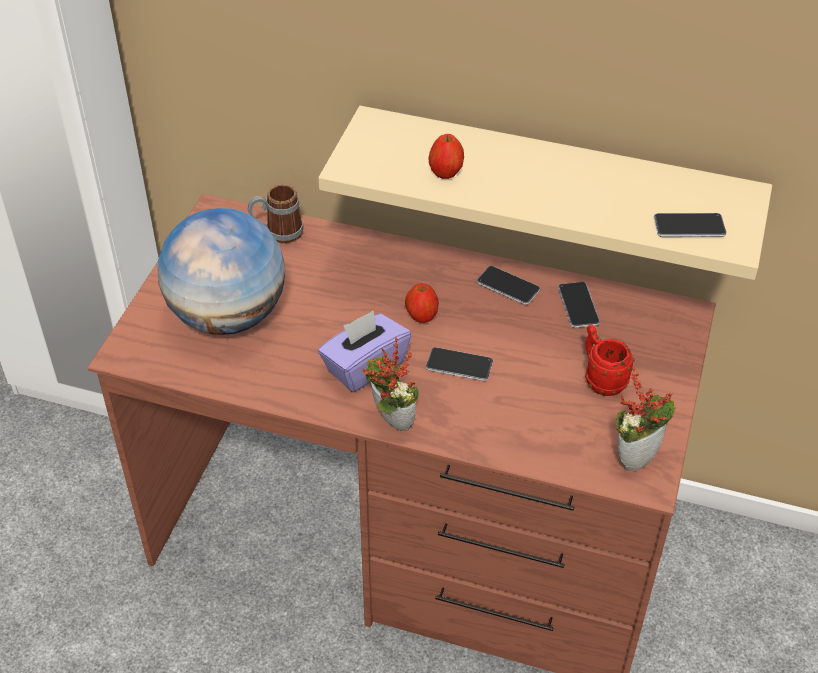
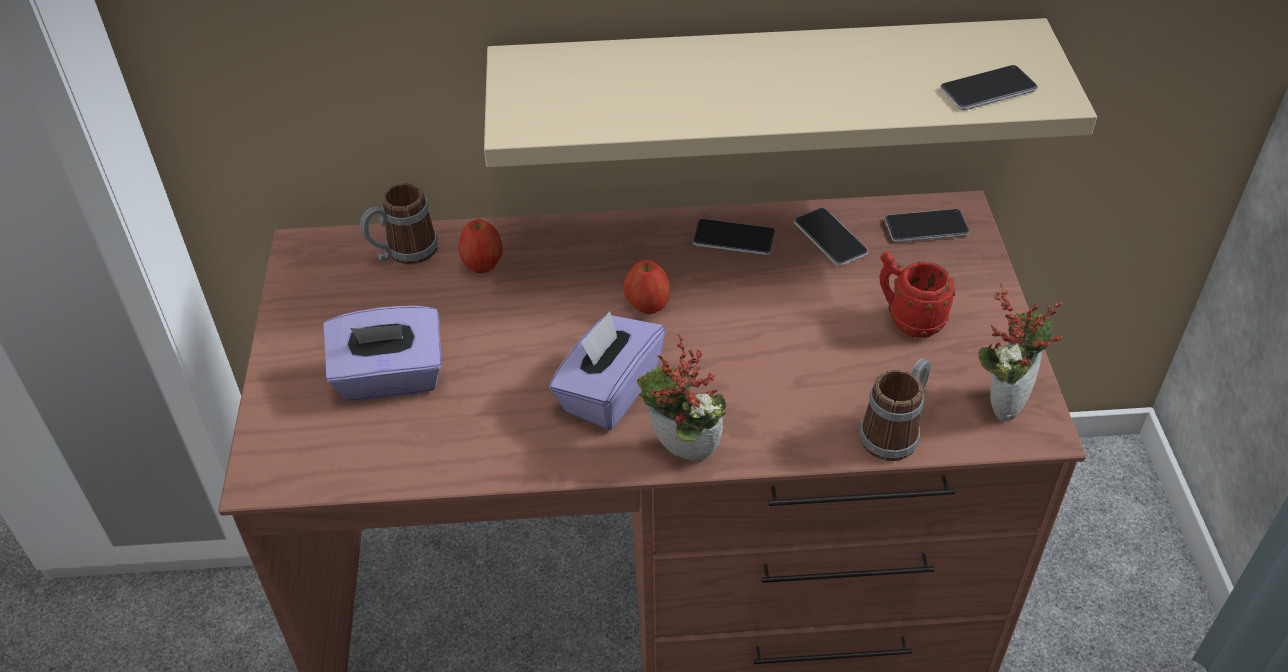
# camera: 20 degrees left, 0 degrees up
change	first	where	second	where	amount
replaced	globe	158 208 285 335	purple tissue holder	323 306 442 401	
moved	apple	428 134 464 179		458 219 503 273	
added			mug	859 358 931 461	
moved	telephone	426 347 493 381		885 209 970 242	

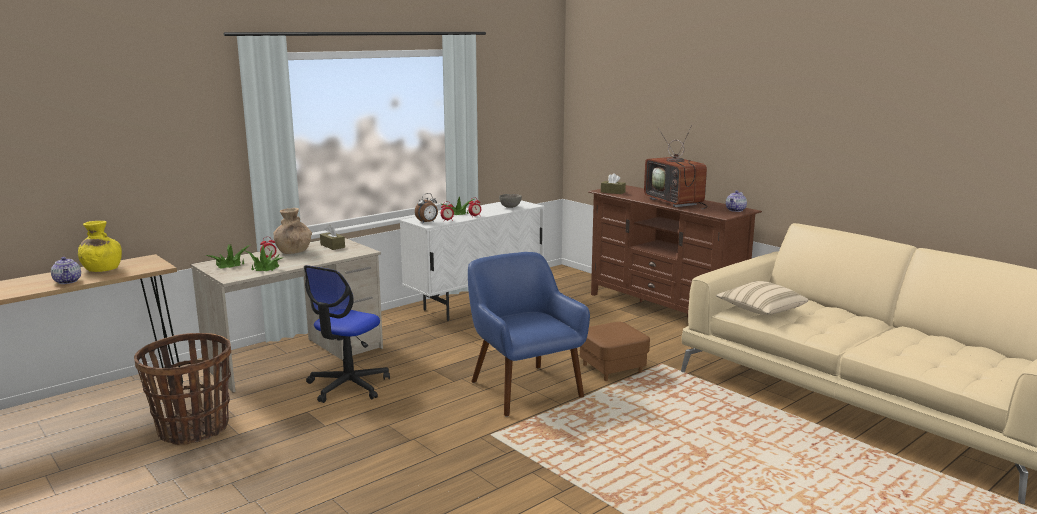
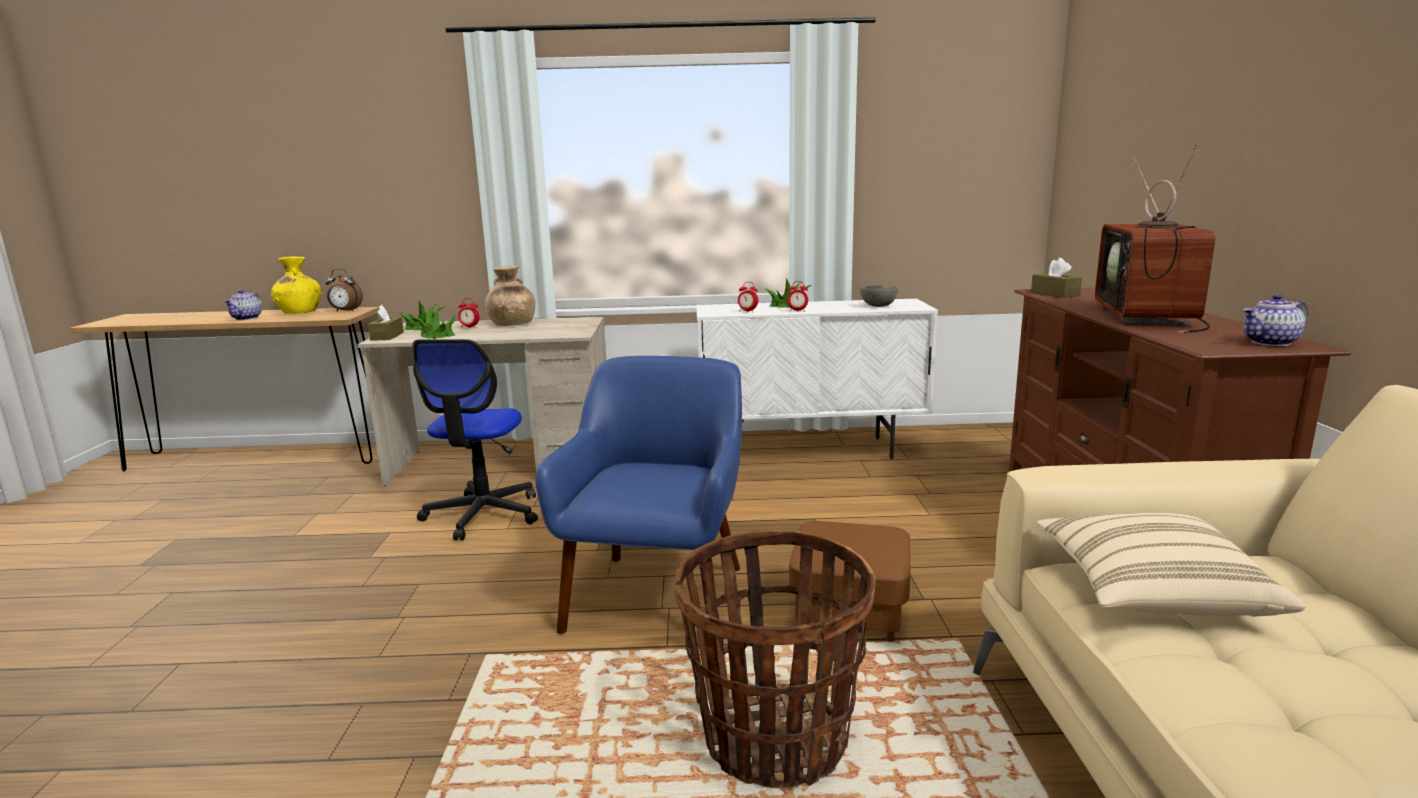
# camera: 40 degrees right, 0 degrees up
change	first	where	second	where	amount
moved	bedside clock	415 193 438 223		326 268 363 312	
moved	brown-coloured tissue holder	320 225 345 250		368 305 404 341	
turned	computer chair	304 265 390 403		412 339 538 540	60 degrees counterclockwise
moved	storage basket	134 333 231 445		675 530 876 788	

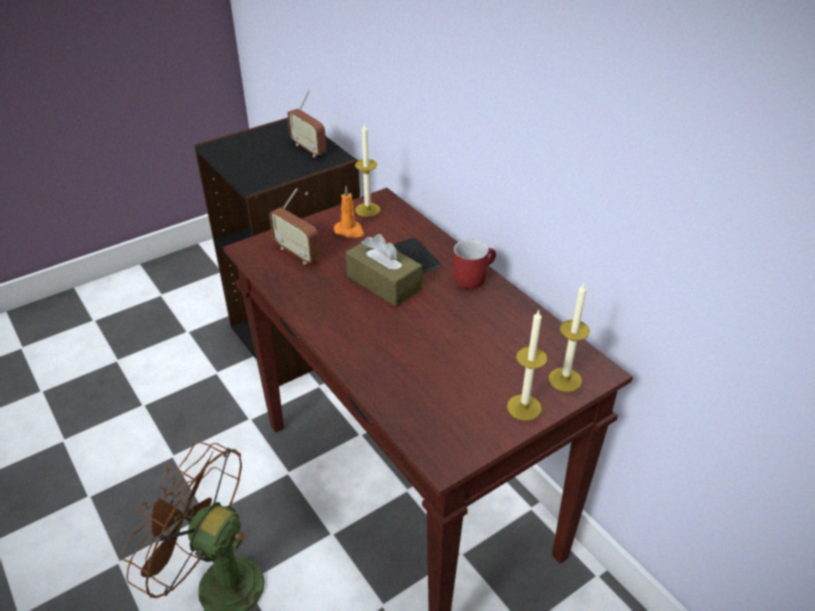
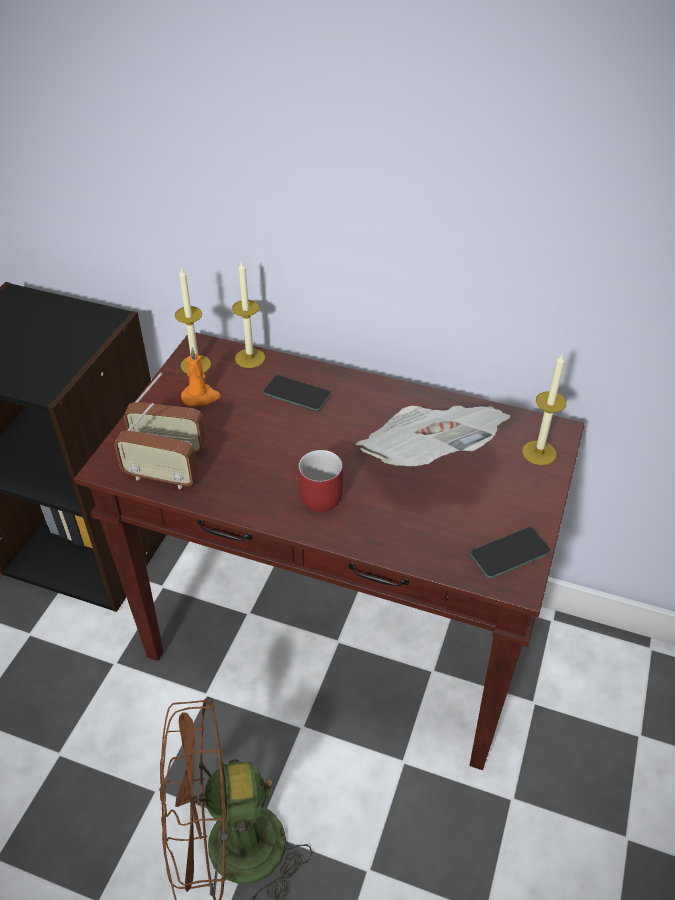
# camera: 35 degrees left, 5 degrees up
change	first	where	second	where	amount
moved	radio set	287 90 327 157		114 403 198 489	
moved	wax candle	507 310 547 421		232 260 265 368	
moved	red mug	453 239 496 289		298 450 343 512	
added			daily paper	355 405 510 466	
added			telephone	470 527 551 579	
removed	brown-coloured tissue holder	346 234 422 307			

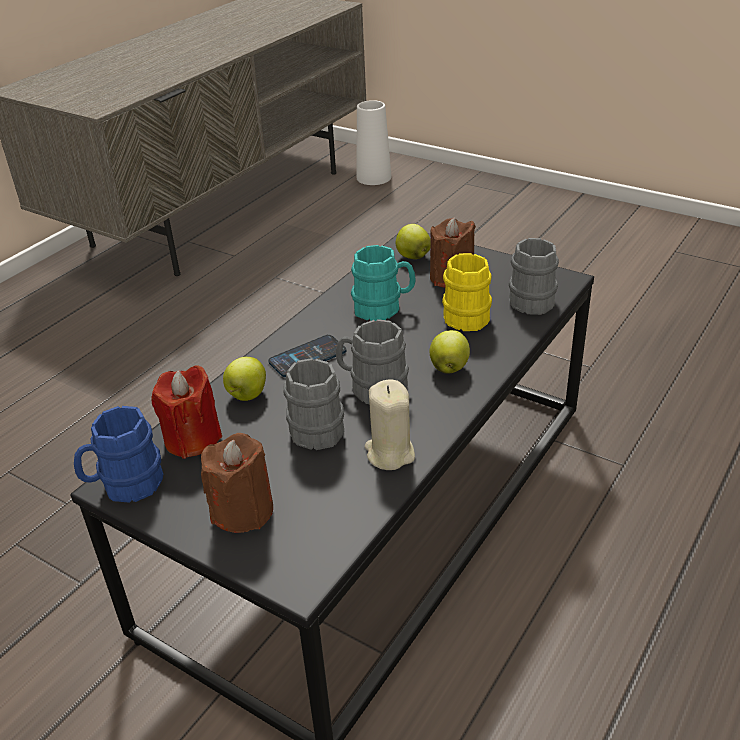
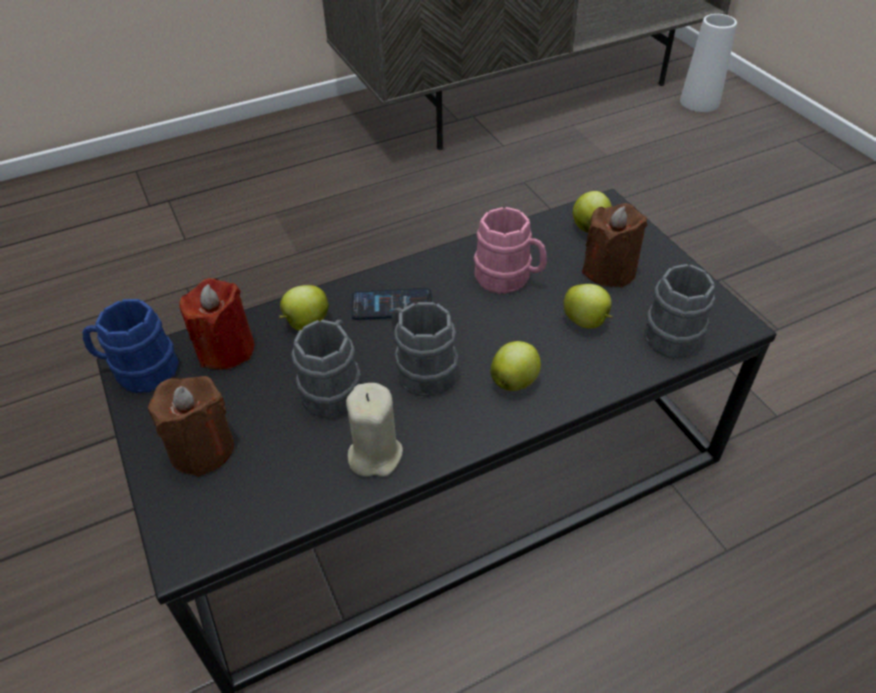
# camera: 30 degrees right, 10 degrees up
change	first	where	second	where	amount
recoloured	turquoise mug	351 245 416 321	pinkish mug	474 207 547 294	
replaced	yellow-coloured mug	442 253 492 331	apple	564 284 612 329	

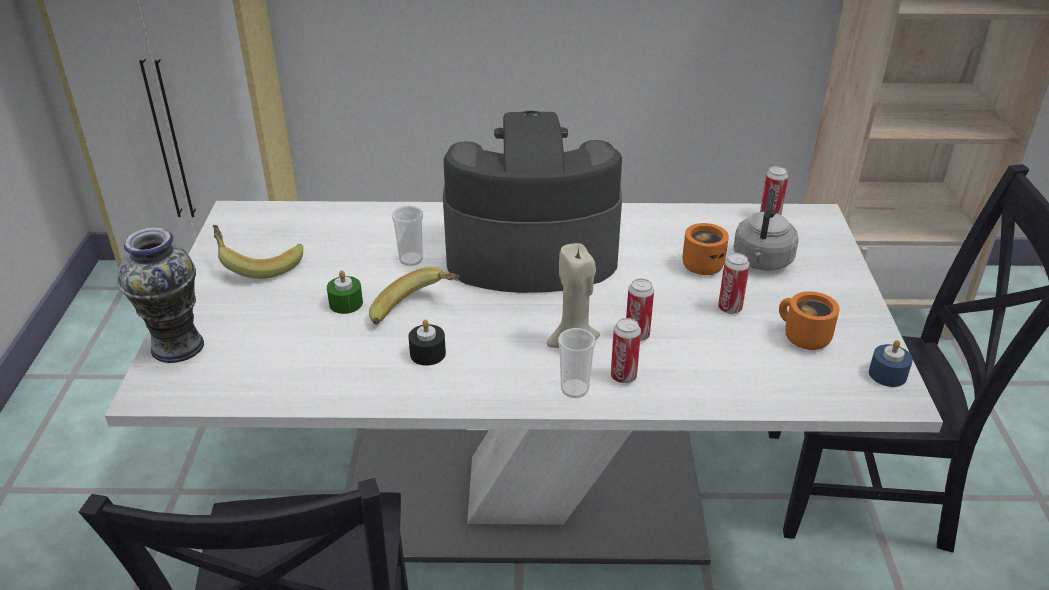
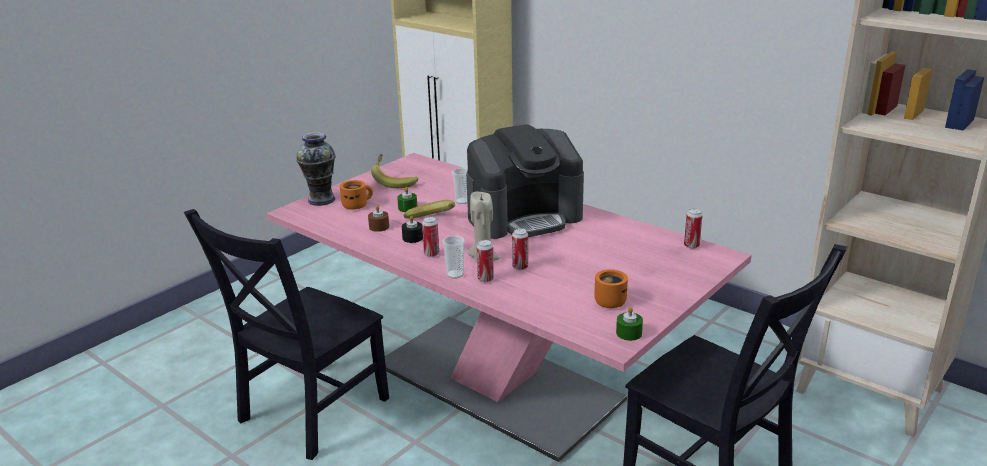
# camera: 40 degrees right, 10 degrees down
change	first	where	second	where	amount
recoloured	whitish dining table	105 201 943 565	pinkish dining table	266 153 752 462	
moved	orange mug	682 223 729 275		340 180 373 210	
added			brown-coloured wax candle	368 205 389 232	
moved	can	718 253 750 314		422 217 439 257	
turned	coffee brewer	443 111 622 293		466 124 584 239	120 degrees clockwise
recoloured	bluish wax candle	869 340 913 387	green-coloured wax candle	616 307 643 341	
removed	gray kettle	734 188 799 271			

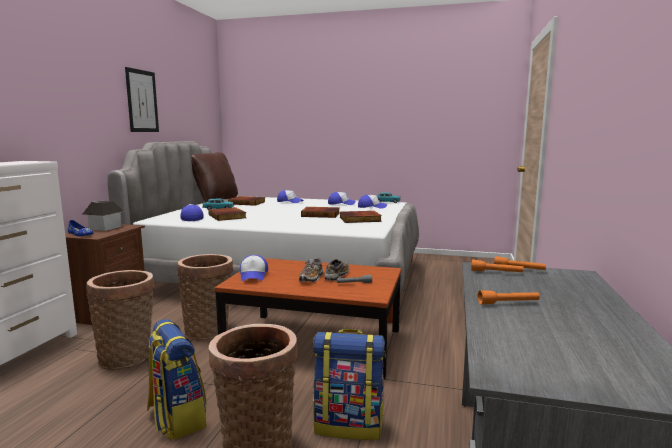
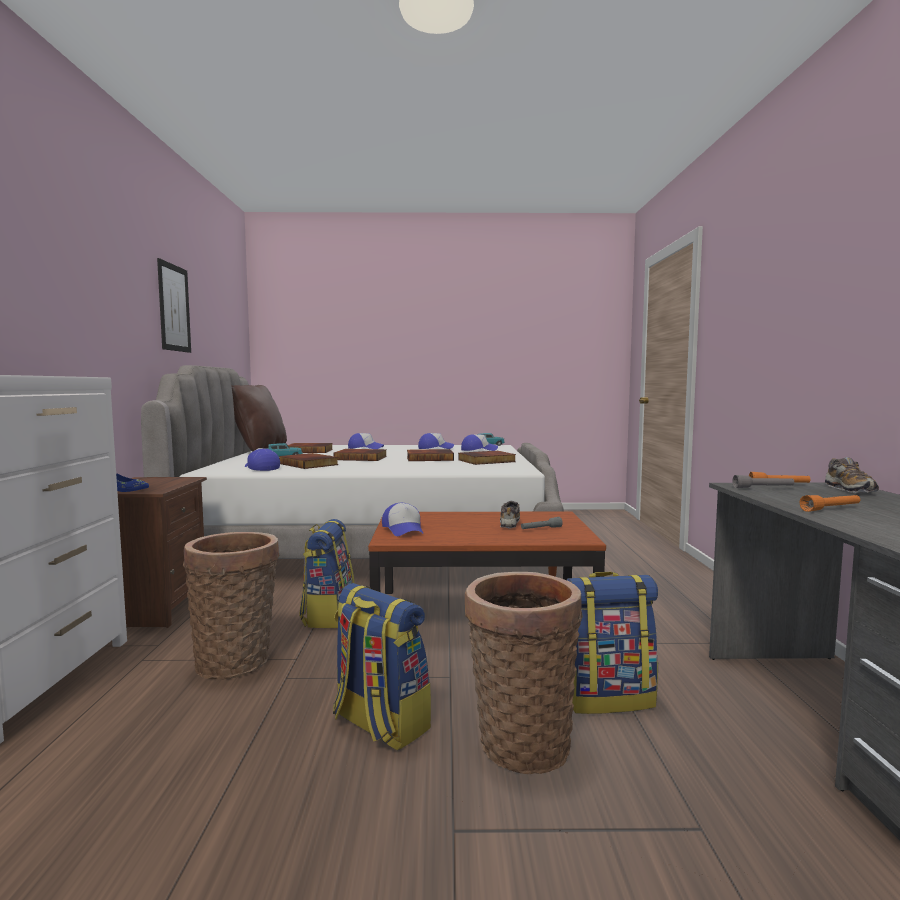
# camera: 15 degrees left, 5 degrees down
change	first	where	second	where	amount
replaced	storage basket	177 254 233 340	rucksack	299 519 354 628	
added			book	334 449 387 461	
recoloured	orange hand torch	471 260 523 272	gray hand torch	732 475 794 488	
moved	item of footwear	299 258 323 282		825 457 879 493	
removed	model house	83 201 125 231			

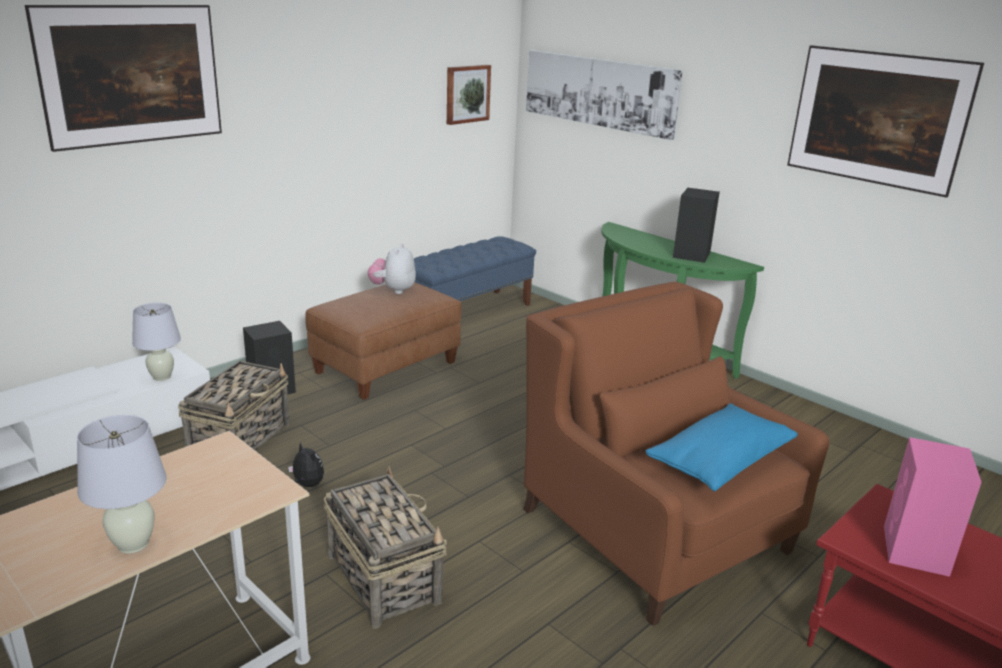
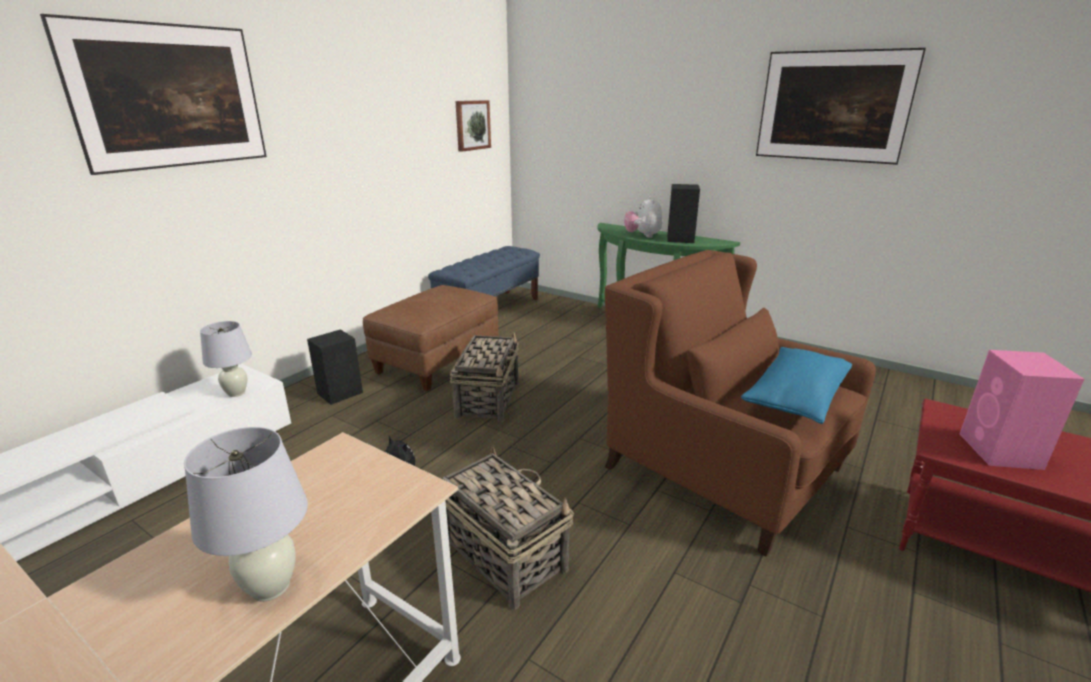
# camera: 10 degrees left, 0 degrees up
change	first	where	second	where	amount
moved	storage basket	178 360 290 450		450 332 519 422	
moved	soft toy	368 243 416 294		624 196 662 238	
removed	picture	526 50 683 140			

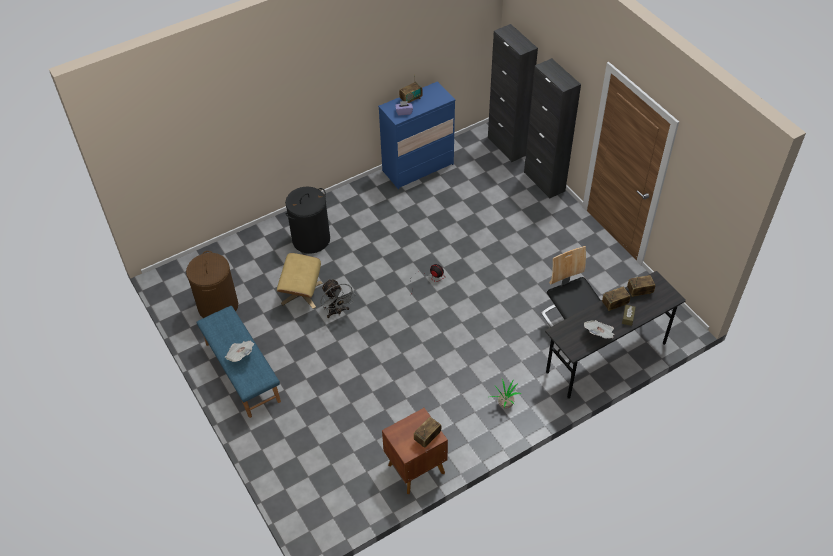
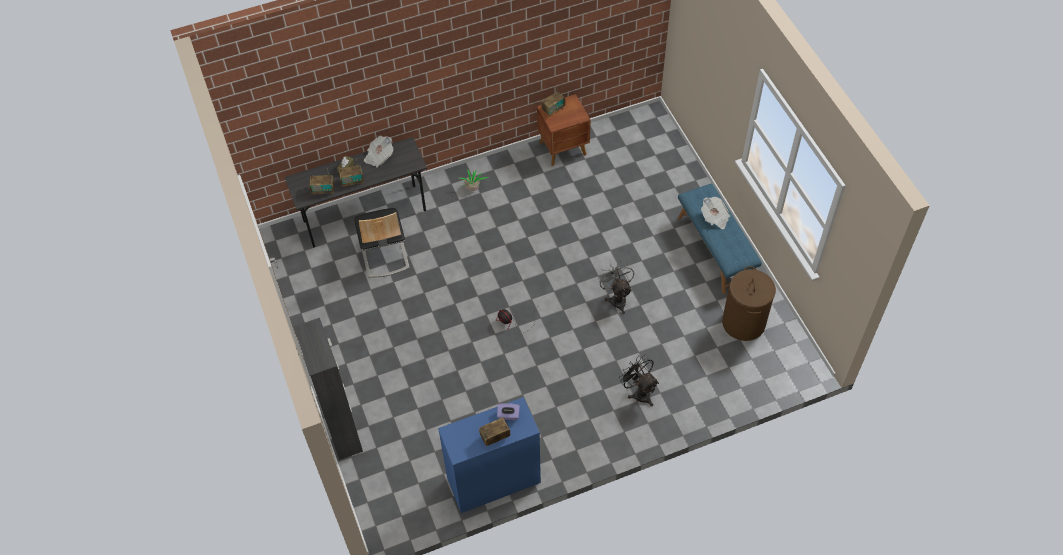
# camera: 170 degrees left, 5 degrees up
change	first	where	second	where	amount
replaced	black-coloured laundry basket	285 187 330 253	black-coloured electric fan	619 355 659 407	
removed	sand-coloured ottoman	277 253 322 309			
removed	black-coloured cupboard	488 24 538 162			

